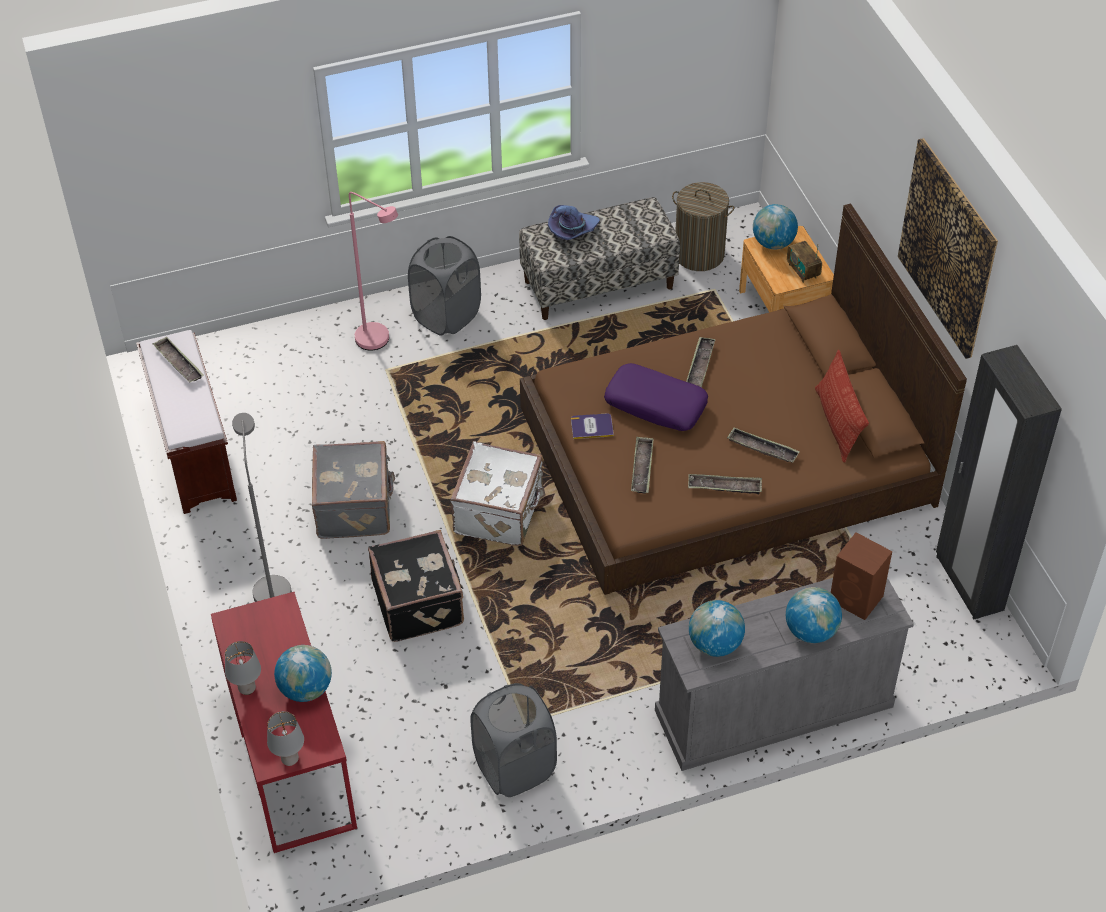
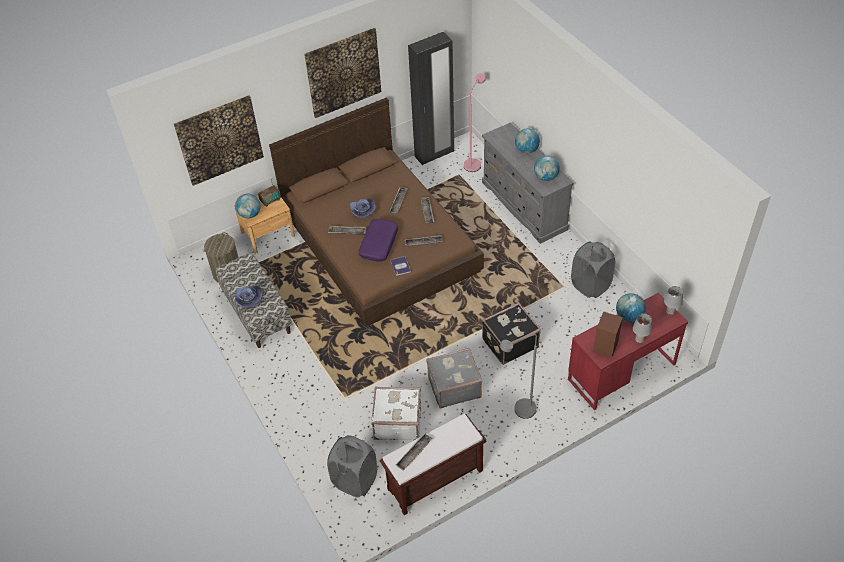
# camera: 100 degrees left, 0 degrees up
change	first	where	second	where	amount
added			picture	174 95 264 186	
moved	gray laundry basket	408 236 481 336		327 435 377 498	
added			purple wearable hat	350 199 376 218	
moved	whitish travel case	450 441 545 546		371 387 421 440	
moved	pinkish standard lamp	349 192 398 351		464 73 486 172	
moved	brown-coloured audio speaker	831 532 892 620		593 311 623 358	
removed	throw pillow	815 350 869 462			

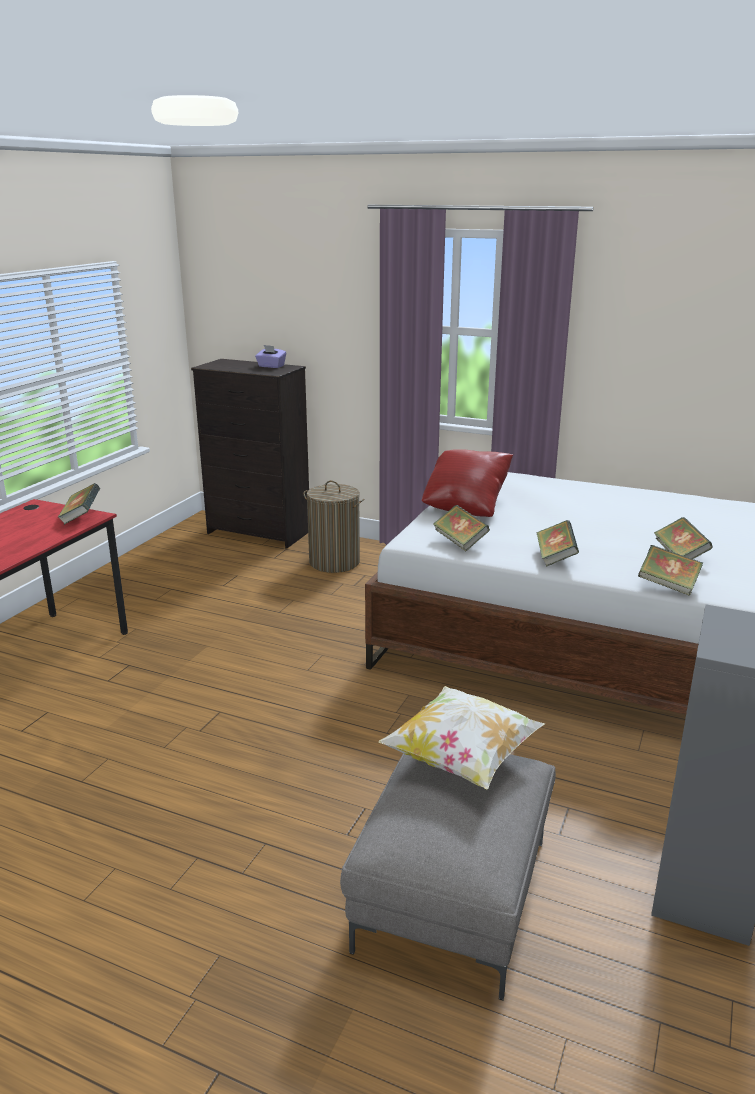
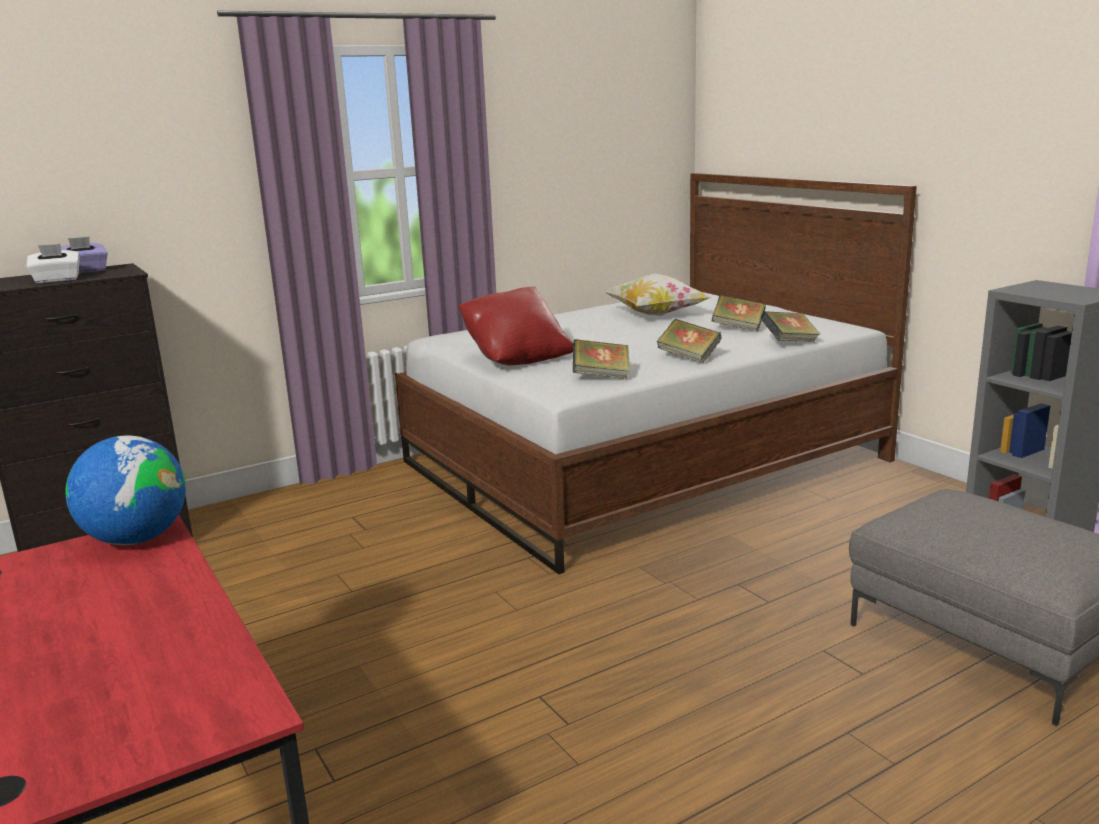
# camera: 55 degrees left, 5 degrees down
change	first	where	second	where	amount
added			whitish tissue holder	26 244 80 283	
replaced	book	57 483 100 524	globe	65 436 186 545	
moved	throw pillow	378 686 545 789		605 274 712 316	
removed	laundry basket	303 481 364 573			

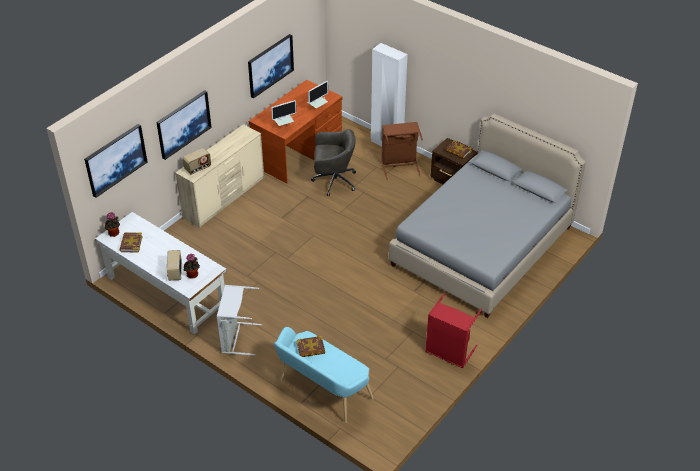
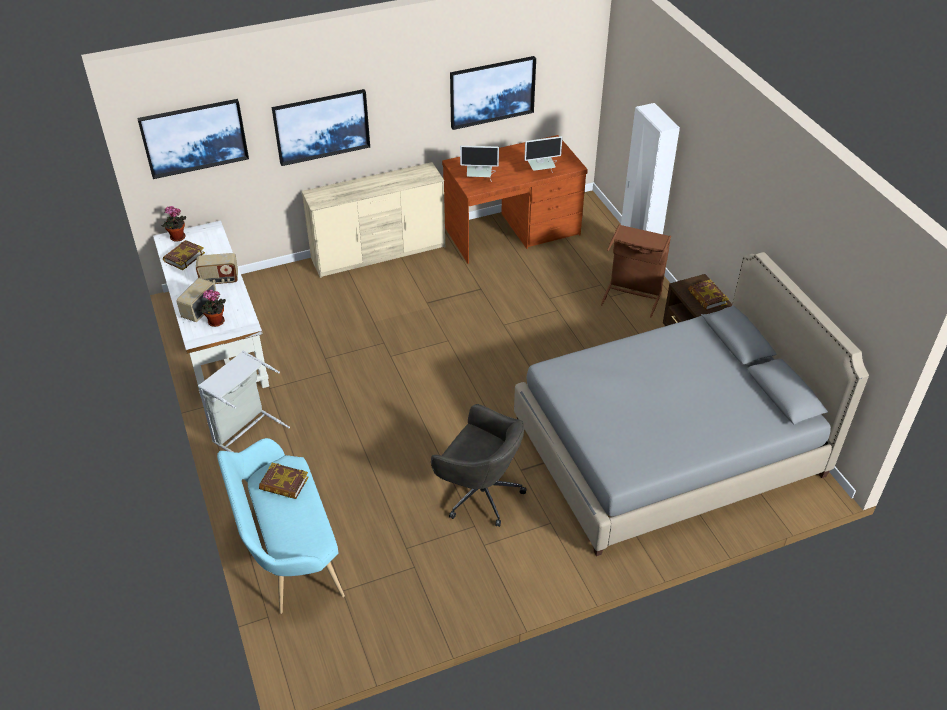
# camera: 30 degrees right, 0 degrees up
change	first	where	second	where	amount
moved	radio set	183 148 211 175		196 253 238 284	
moved	gray computer chair	311 129 356 196		431 404 527 527	
removed	red laundry basket	425 293 482 368			

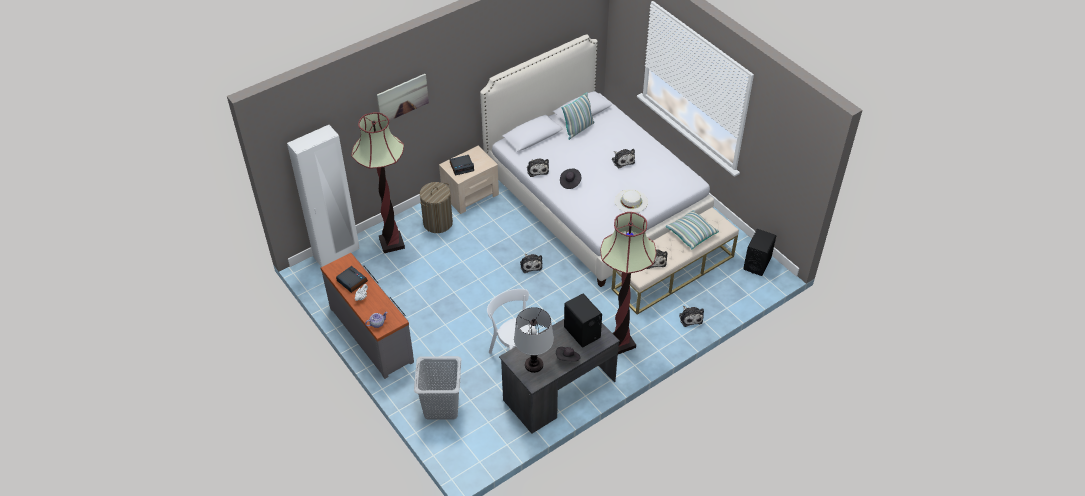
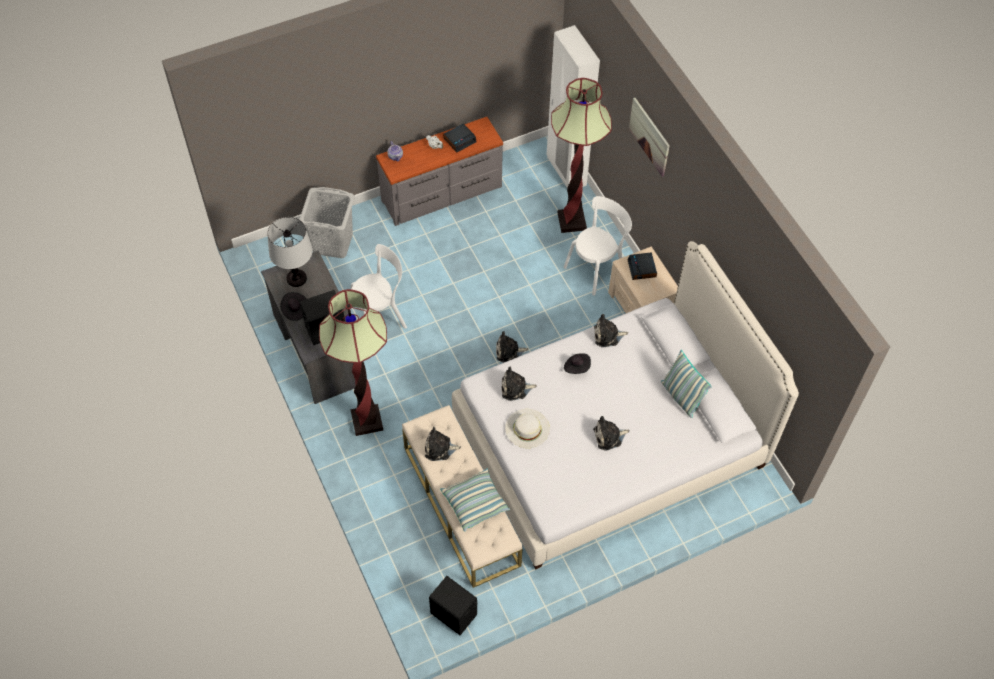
# camera: 100 degrees right, 10 degrees up
change	first	where	second	where	amount
moved	soft toy	679 306 704 327		502 367 537 401	
replaced	laundry basket	420 182 453 233	whitish chair	564 196 632 295	

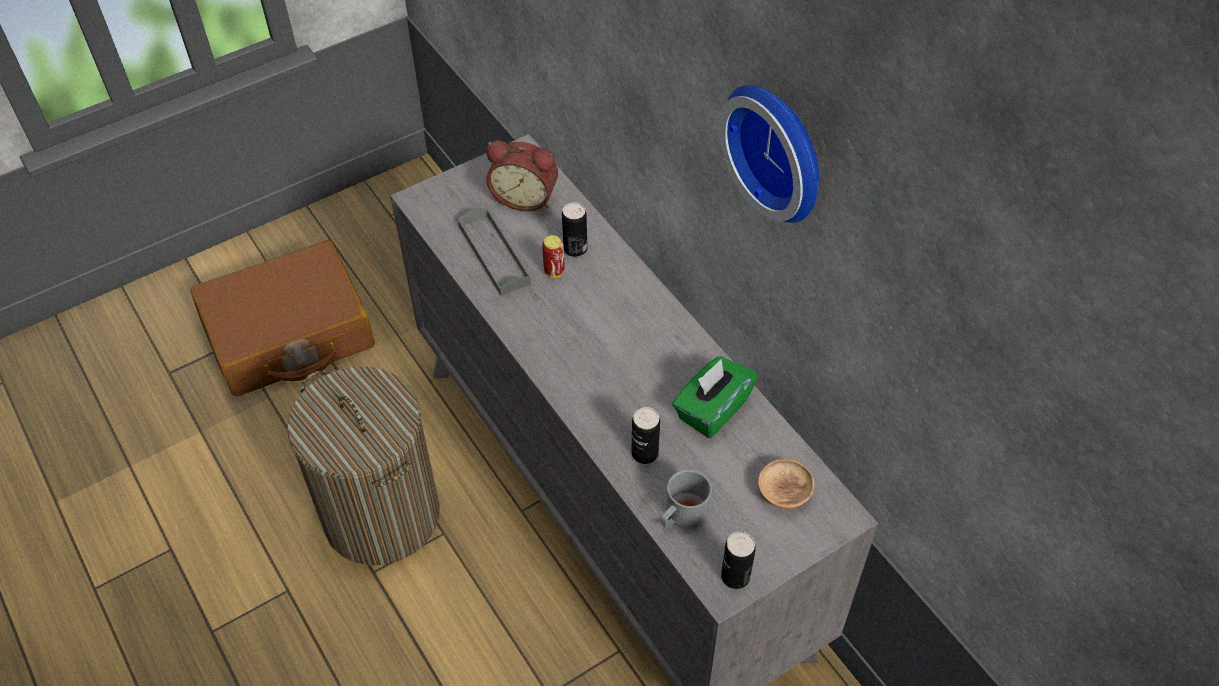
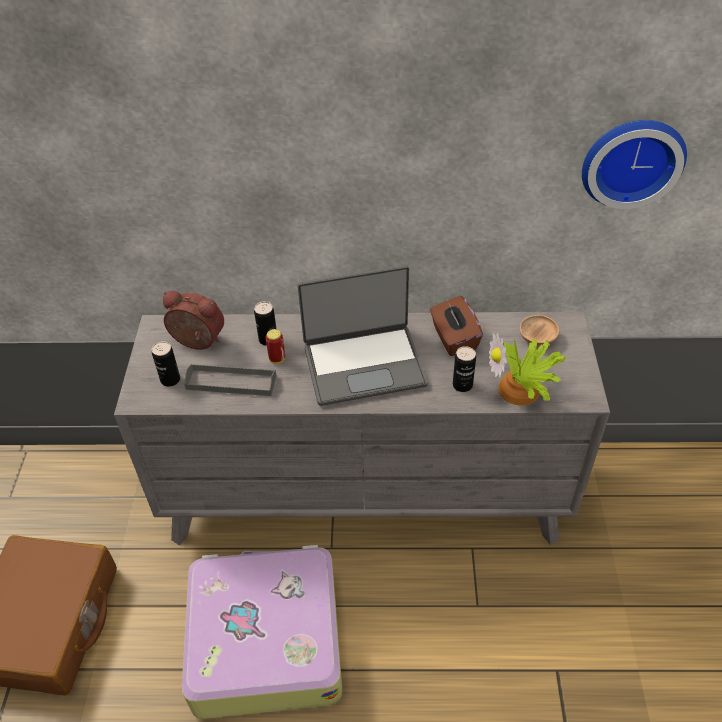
# camera: 55 degrees left, 5 degrees down
change	first	where	second	where	amount
moved	can	721 531 756 589		152 341 180 387	
turned	bedside clock	486 140 558 211		163 291 224 350	120 degrees counterclockwise
replaced	laundry basket	287 366 440 565	travel case	182 545 342 719	
added			laptop	297 265 428 406	
recoloured	green-coloured tissue holder	672 356 758 438	brown-coloured tissue holder	430 296 483 356	
replaced	gray mug	661 469 712 529	houseplant	489 333 566 406	
moved	clock on the wall	719 85 819 223		582 120 687 209	

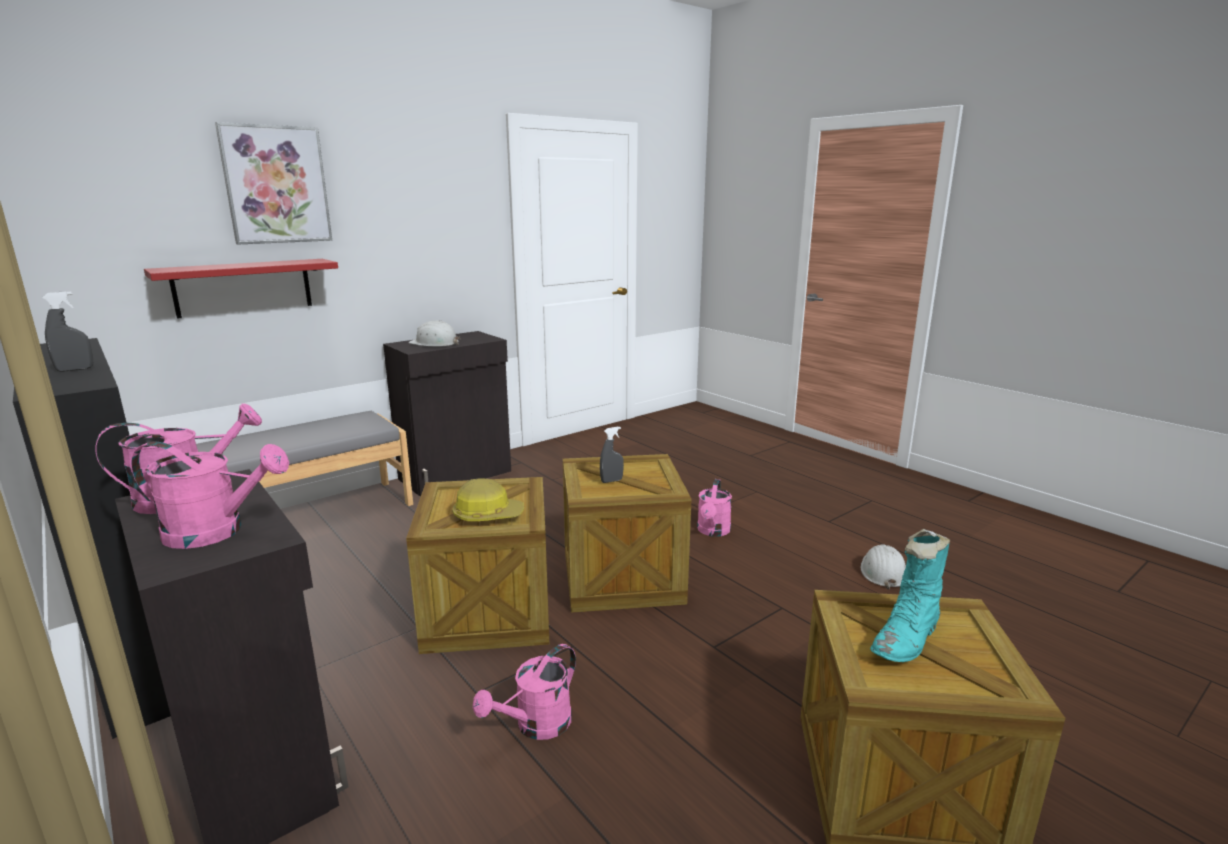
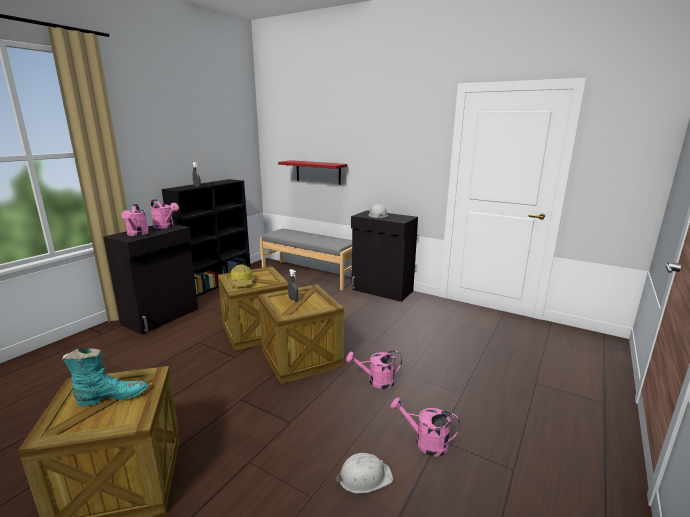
# camera: 70 degrees right, 0 degrees up
change	first	where	second	where	amount
turned	turquoise high-top boot	870 529 950 662		62 348 148 406	135 degrees clockwise
moved	pinkish watering can	473 644 576 740		391 397 460 456	
removed	picture	215 122 332 245			

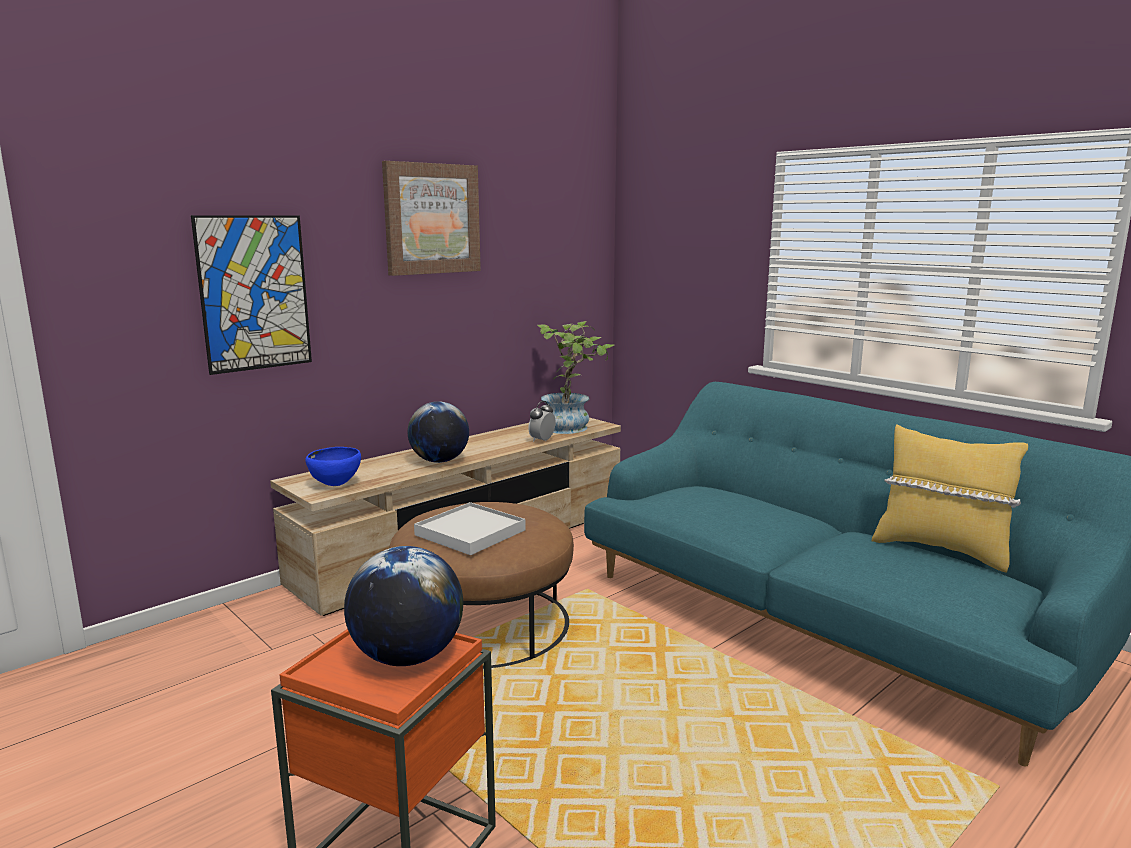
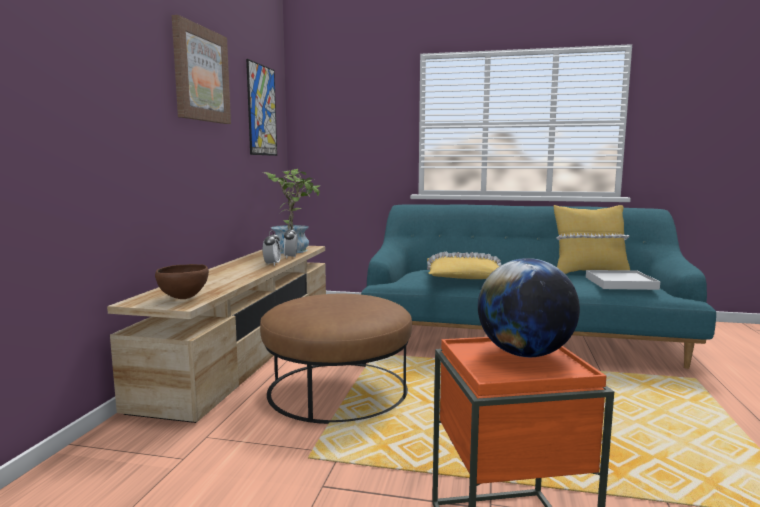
# camera: 35 degrees left, 5 degrees down
change	first	where	second	where	amount
recoloured	bluish serving bowl	305 447 361 486	brown-coloured serving bowl	155 264 209 299	
moved	picture	191 215 312 375		246 59 277 156	
added			bedside clock	263 230 281 266	
added			yellow-coloured throw pillow	427 252 501 279	
moved	whitish carrying tray	414 502 526 555		586 270 660 290	
removed	globe	408 401 469 463			

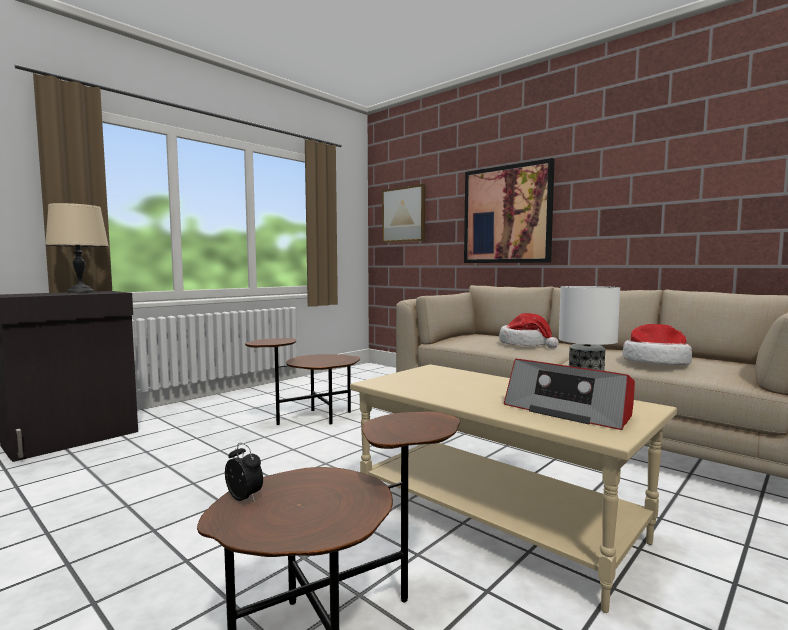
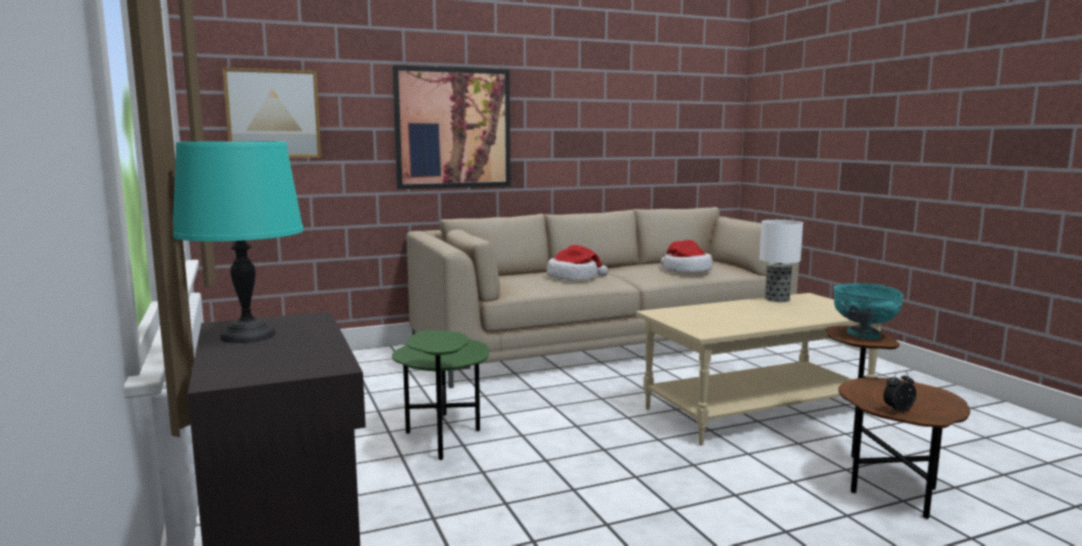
# camera: 65 degrees left, 5 degrees up
change	first	where	second	where	amount
recoloured	sand-coloured lamp for a table	45 203 109 293	turquoise lamp for a table	173 141 304 343	
recoloured	brown-coloured end table	245 338 360 425	green-coloured end table	392 330 489 460	
added			turquoise serving bowl	834 283 904 339	
removed	radio set	504 359 635 430			

